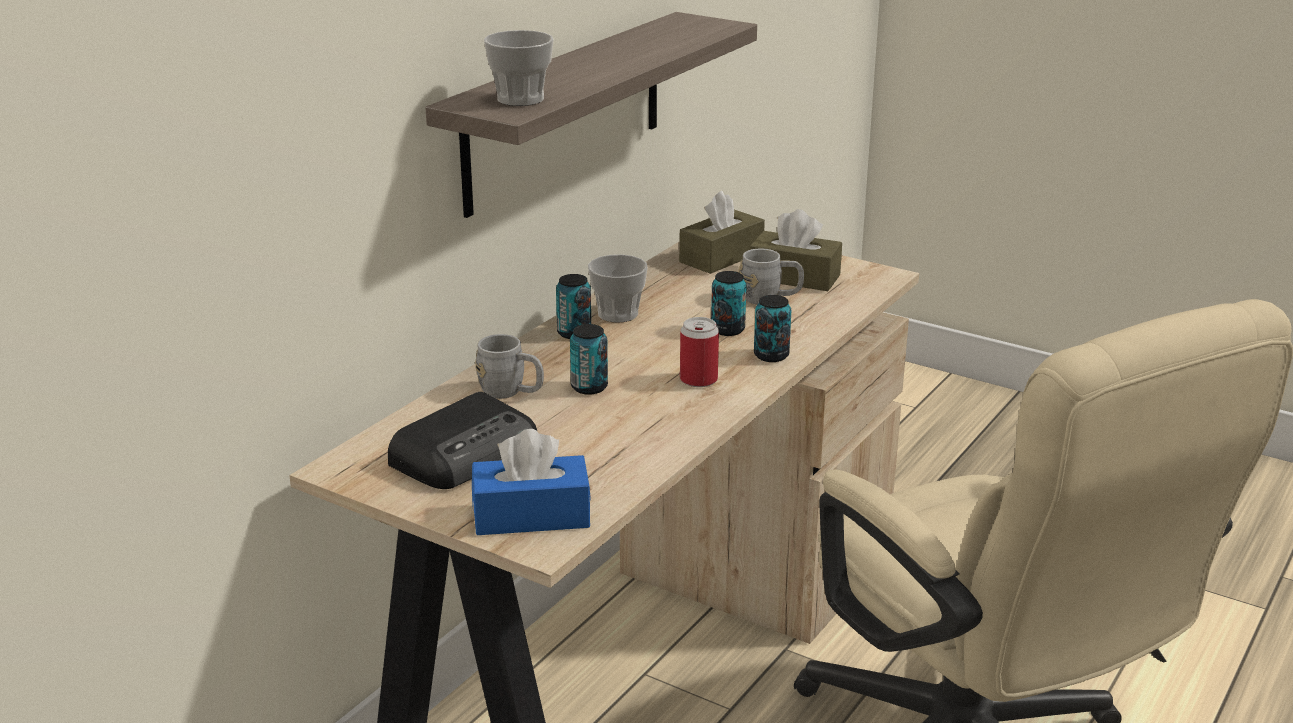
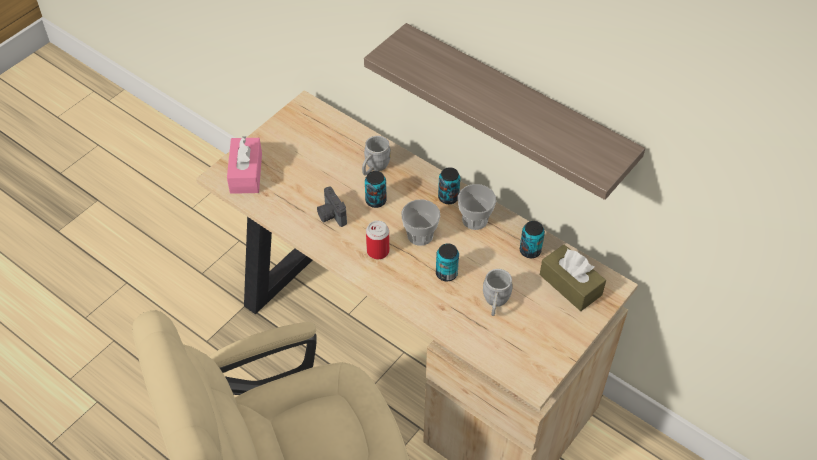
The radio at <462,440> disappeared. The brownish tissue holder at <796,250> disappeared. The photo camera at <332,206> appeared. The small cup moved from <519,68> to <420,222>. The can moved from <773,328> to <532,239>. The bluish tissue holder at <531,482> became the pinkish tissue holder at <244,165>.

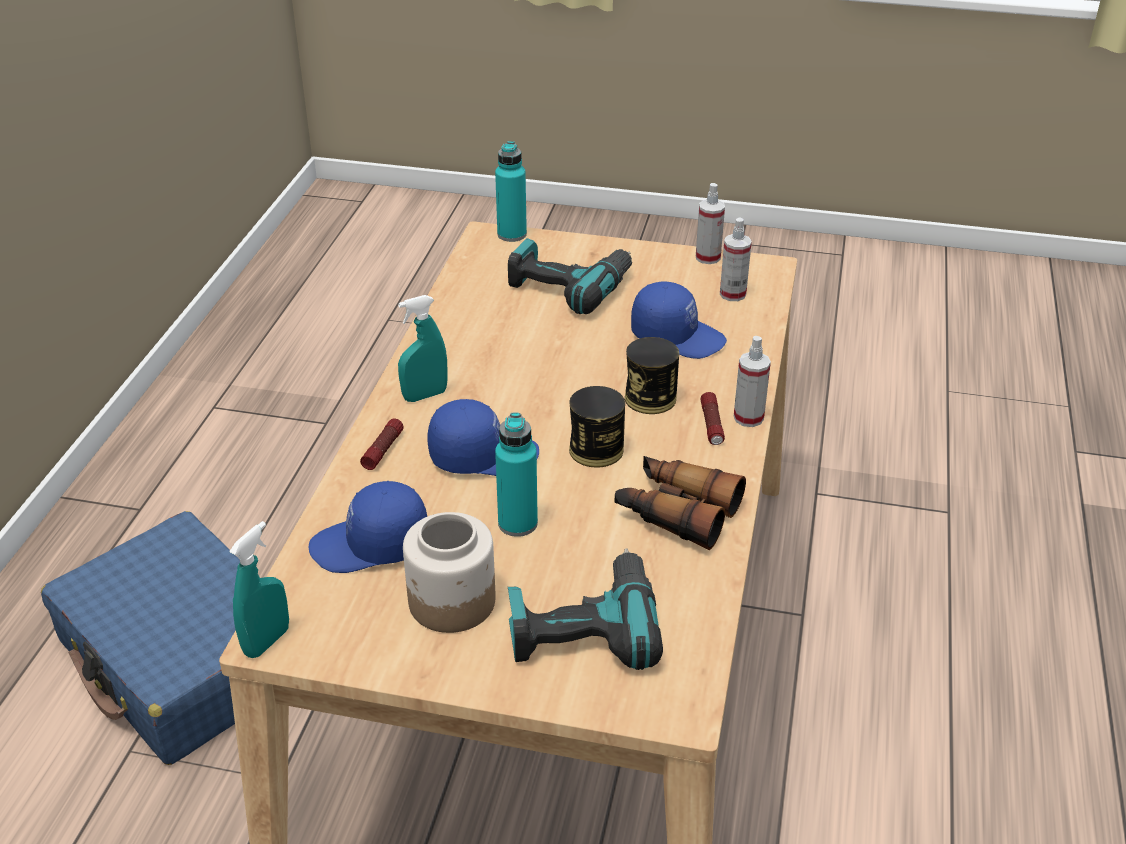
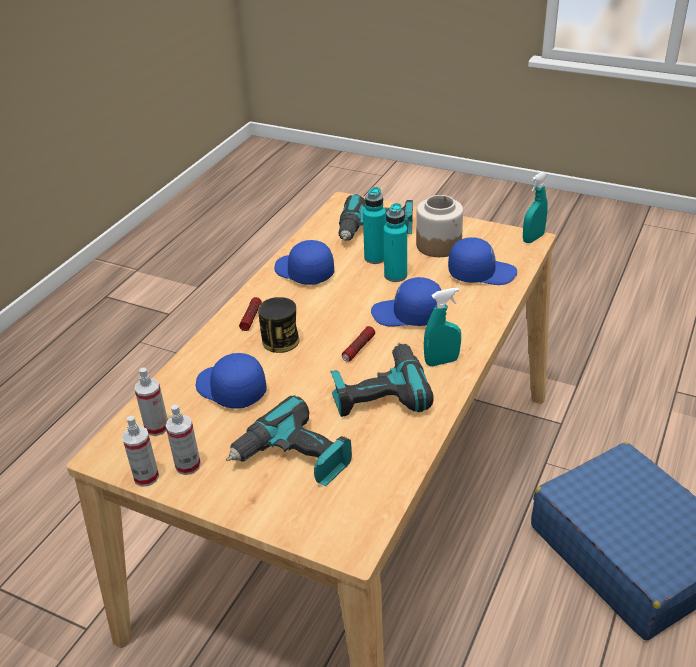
The can at <597,427> disappeared. The drill at <382,380> appeared. The hand torch moved from <381,444> to <358,344>. The blue-green drink bottle moved from <511,191> to <374,225>. The spray bottle moved from <752,381> to <183,439>. The field glasses at <680,503> was replaced by the bluish peaked cap at <304,262>.

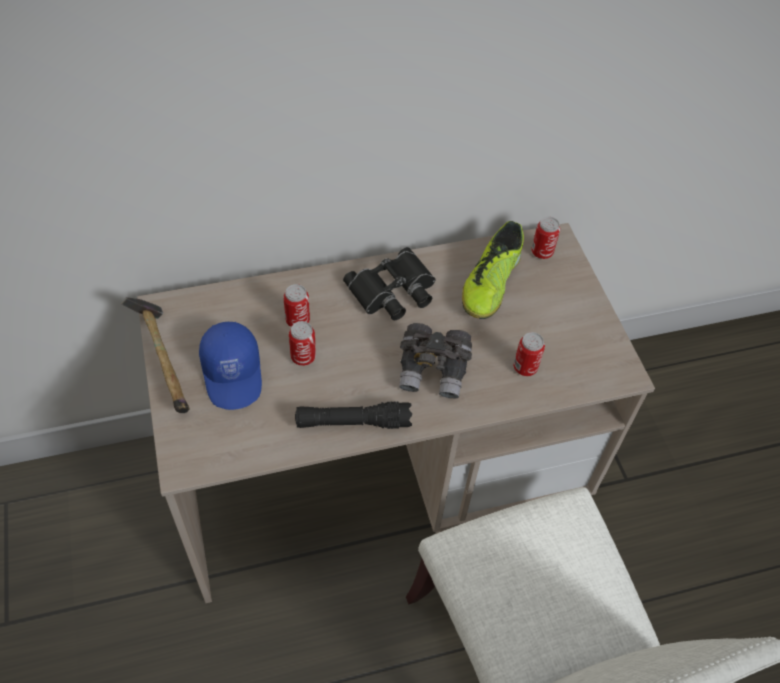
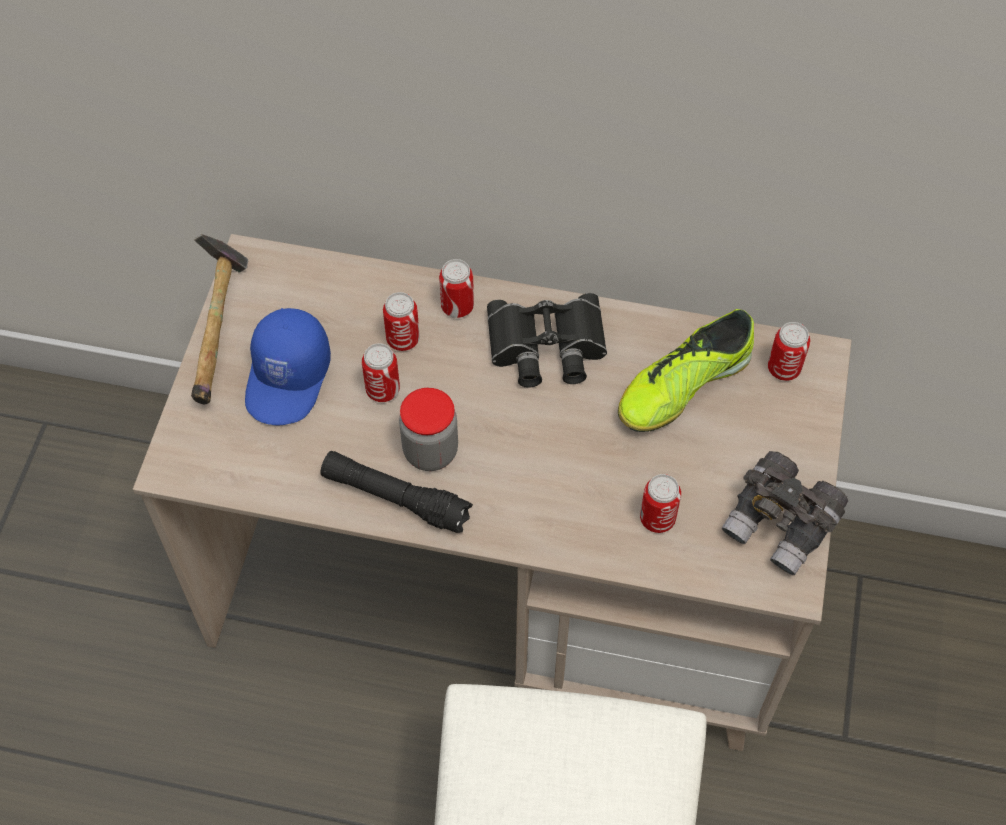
The storage jar at <428,429> appeared. The can at <456,288> appeared. The gray field glasses moved from <435,361> to <785,513>.

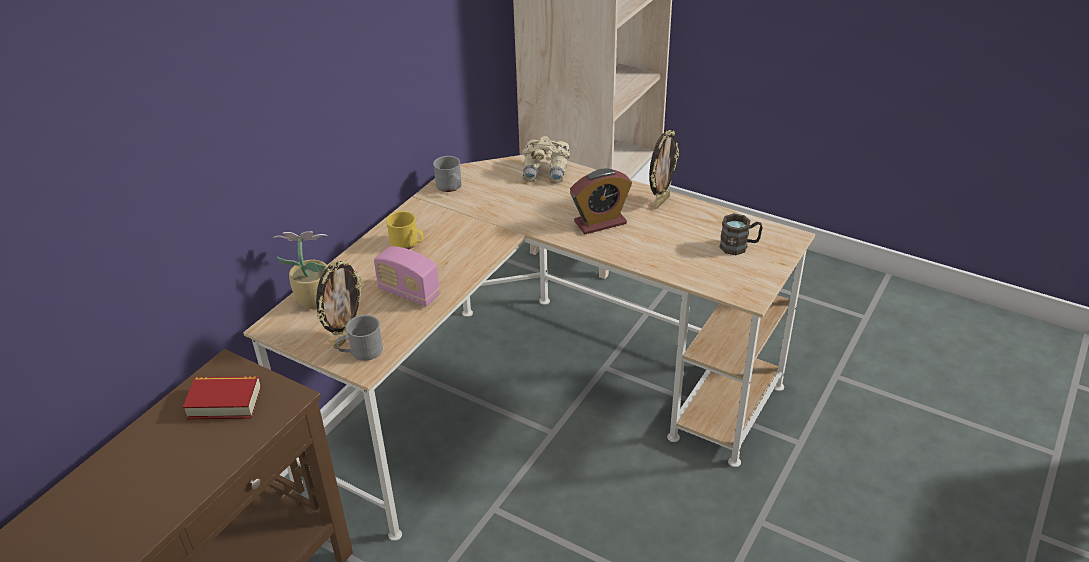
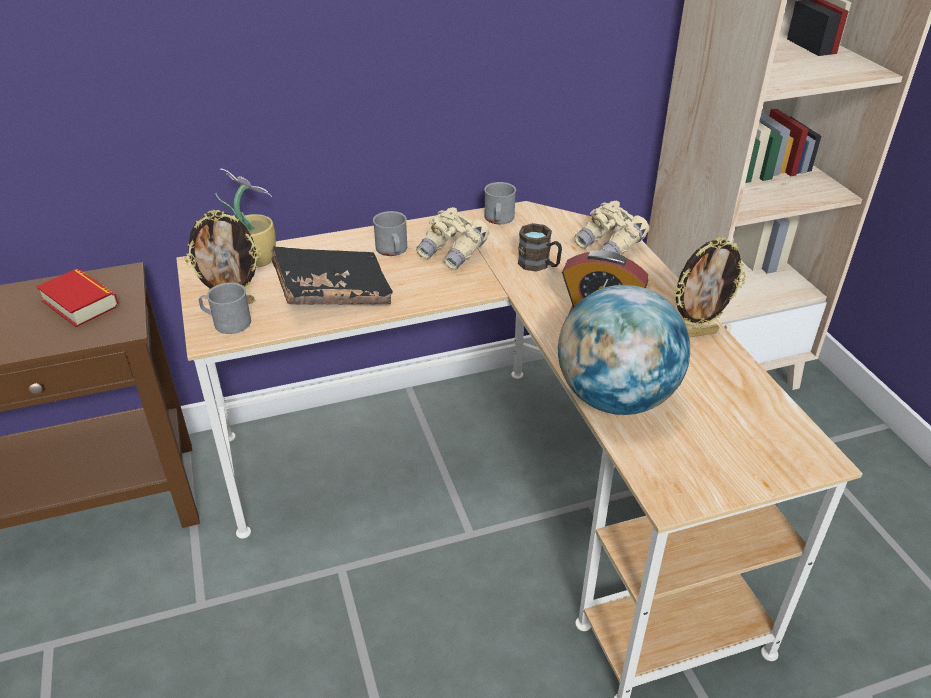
The beige-coloured field glasses at <452,238> appeared. The desk globe at <624,350> appeared. The brownish coffee mug moved from <741,234> to <540,247>. The radio at <407,276> was replaced by the black-coloured book at <332,275>. The yellow coffee mug at <405,230> became the gray coffee mug at <390,233>.

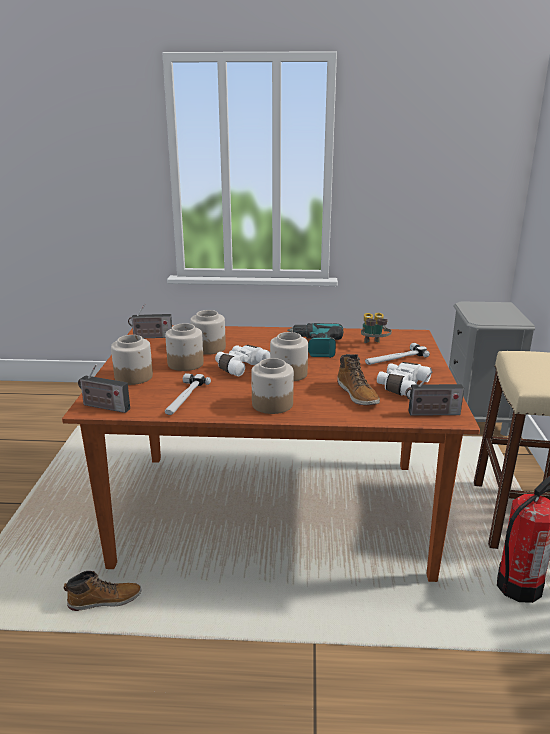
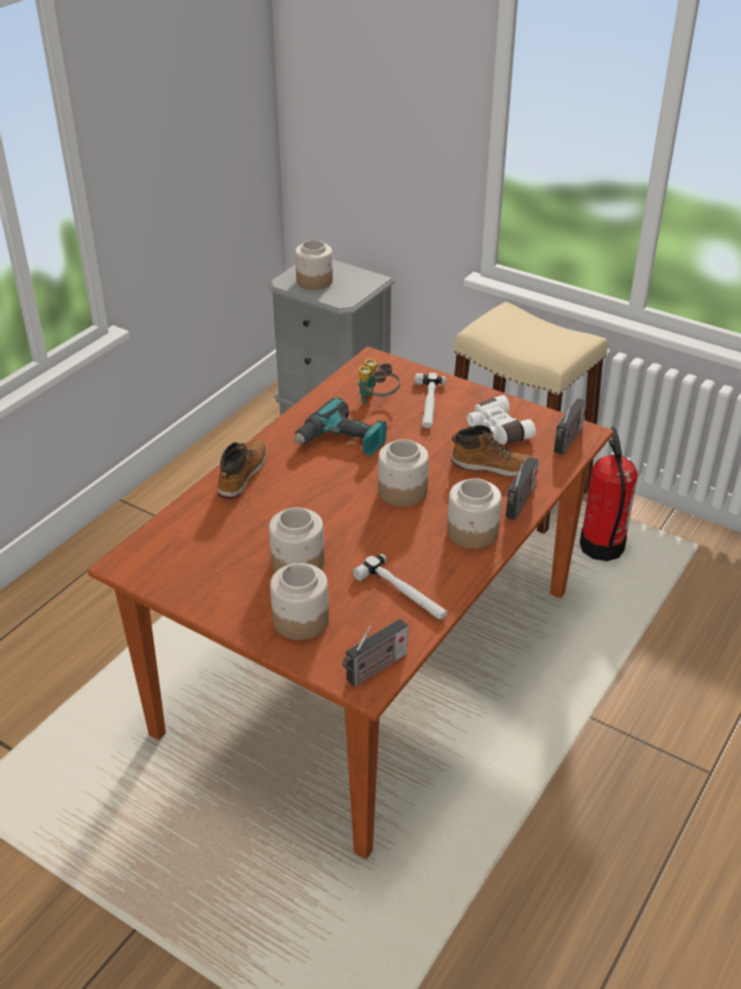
The white-coloured field glasses at <242,360> disappeared. The tall boot moved from <102,591> to <242,469>. The radio moved from <150,321> to <522,488>. The storage jar moved from <208,332> to <314,265>.

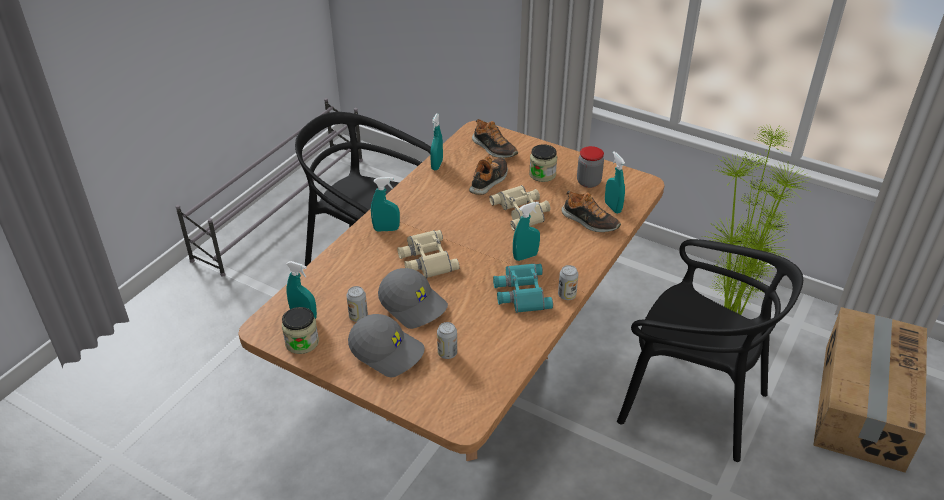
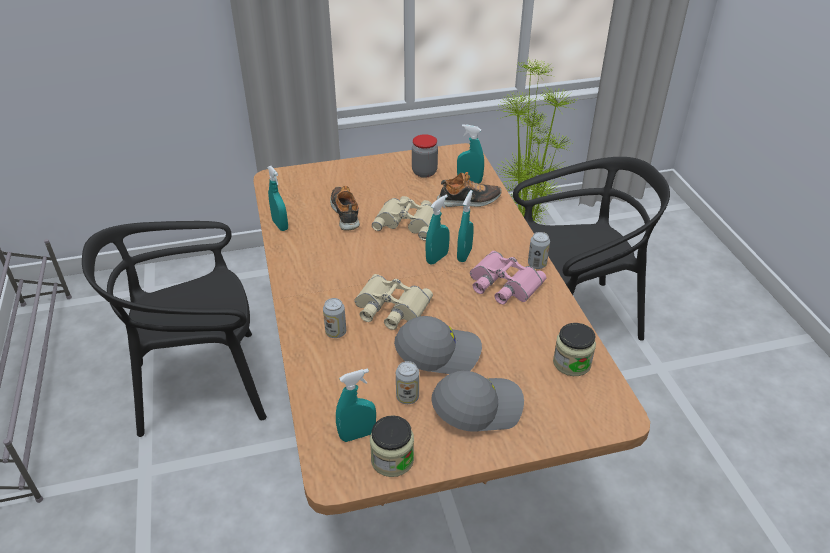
The low shoe at <495,138> disappeared. The packing box at <870,390> disappeared. The blue-green spray bottle moved from <385,204> to <437,230>. The can moved from <447,340> to <334,318>. The storage jar moved from <543,163> to <574,349>. The blue-green field glasses at <523,288> became the pinkish field glasses at <508,277>.

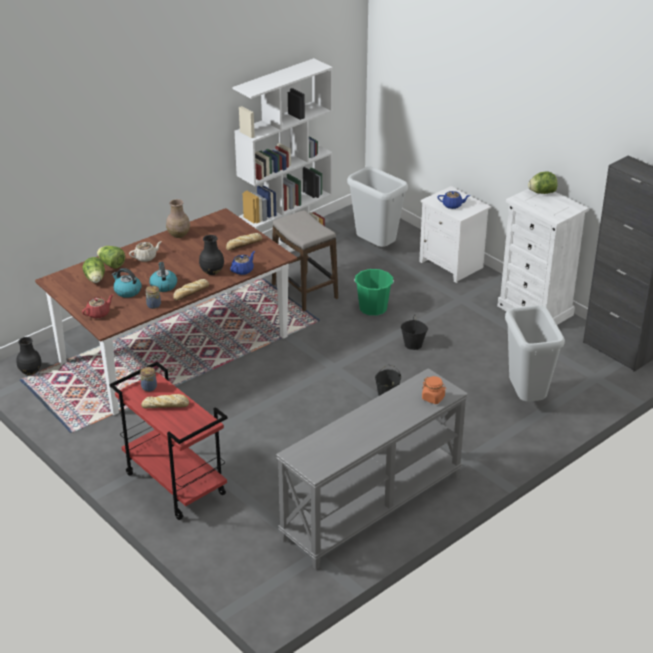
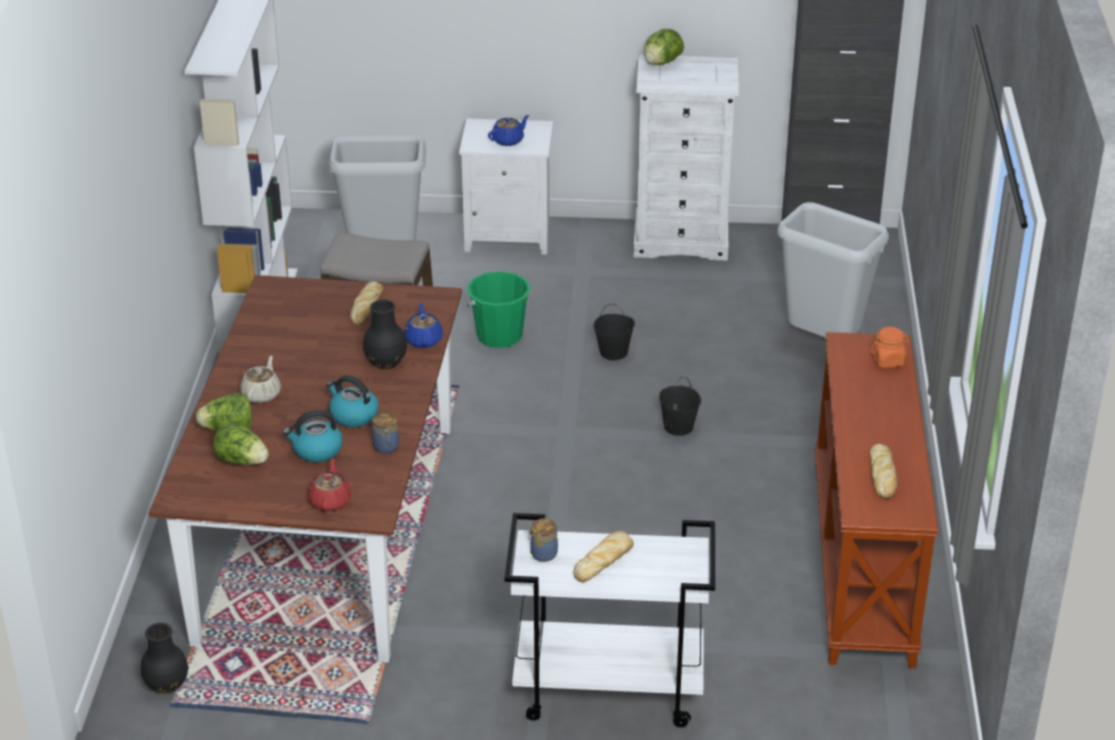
The brownish vase at <178,218> disappeared. The bread moved from <191,290> to <884,471>. The red cart at <168,441> became the white-coloured cart at <609,620>. The gray narrow table at <372,469> became the brownish narrow table at <876,500>.

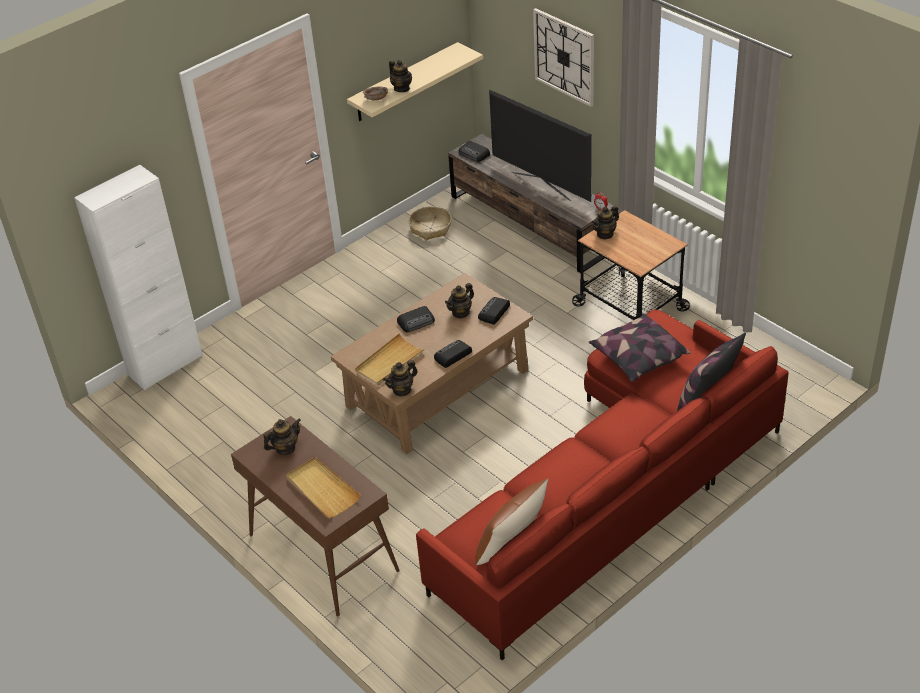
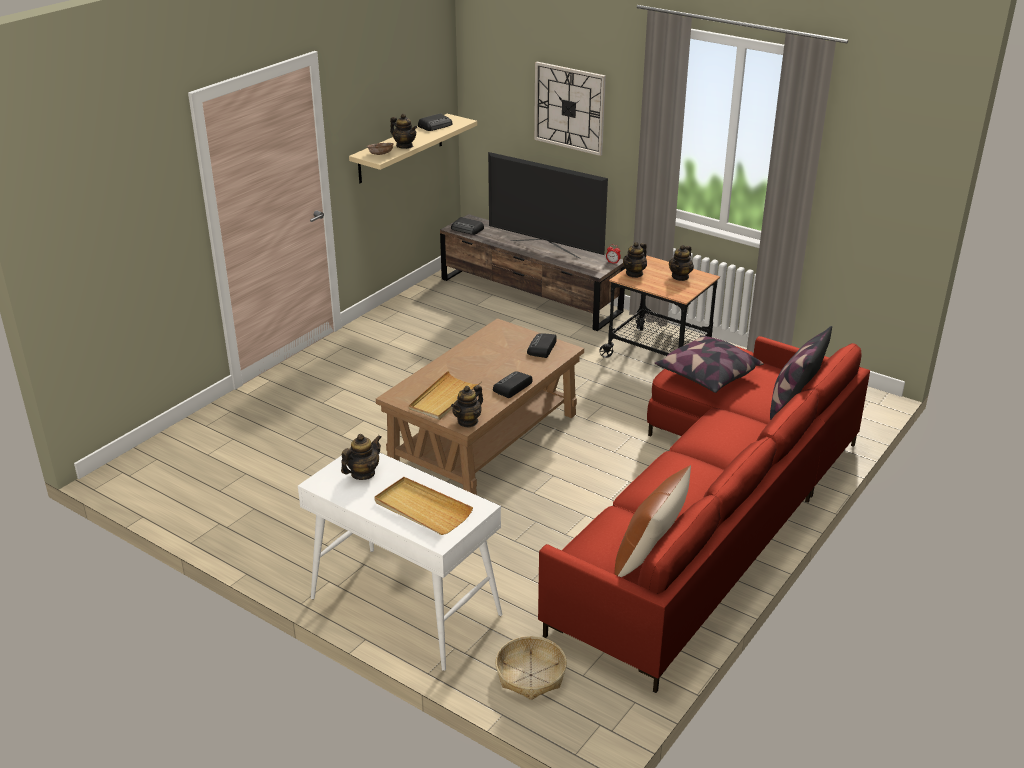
The white-coloured cabinet at <138,277> disappeared. The radio moved from <416,319> to <435,122>. The household basket moved from <430,223> to <531,668>. The pot for tea moved from <459,301> to <681,263>. The brownish narrow table at <315,516> became the white-coloured narrow table at <400,562>.

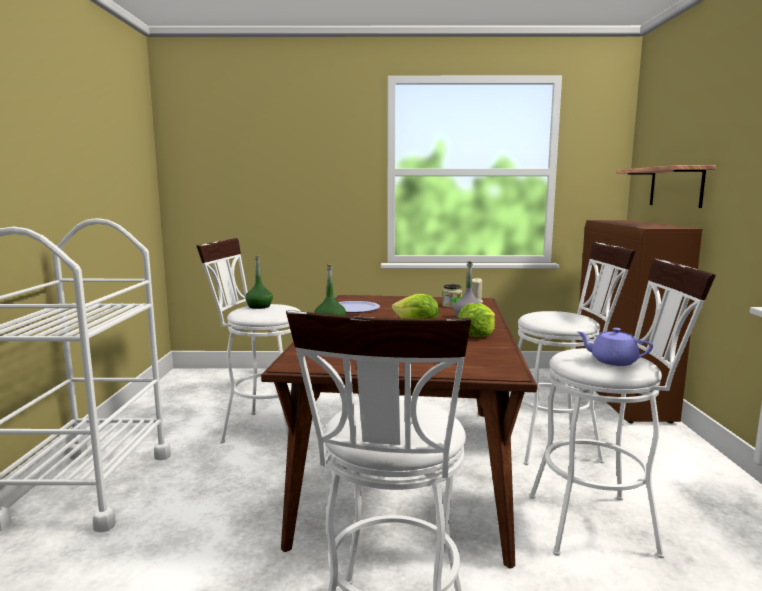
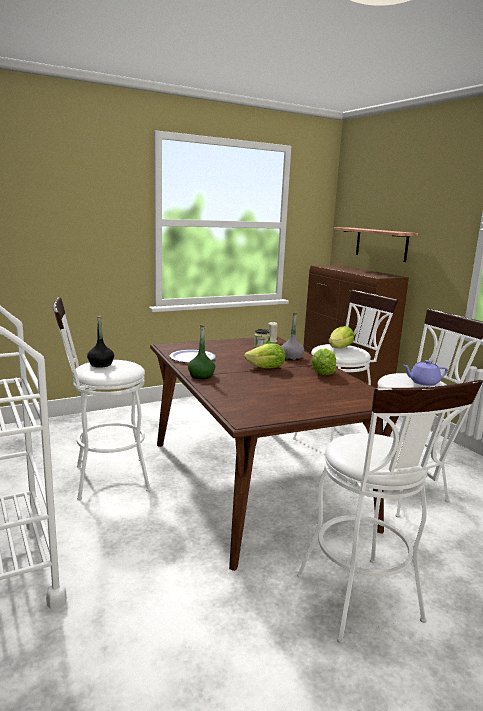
The lettuce at <341,337> appeared. The green drink bottle at <259,282> became the black-coloured drink bottle at <100,341>.

